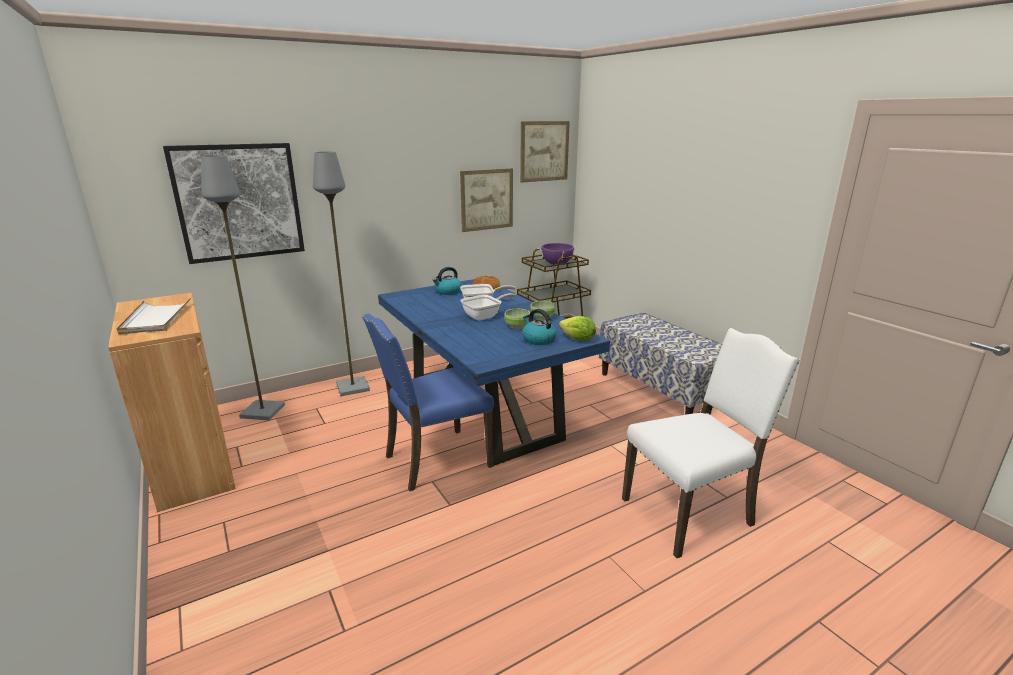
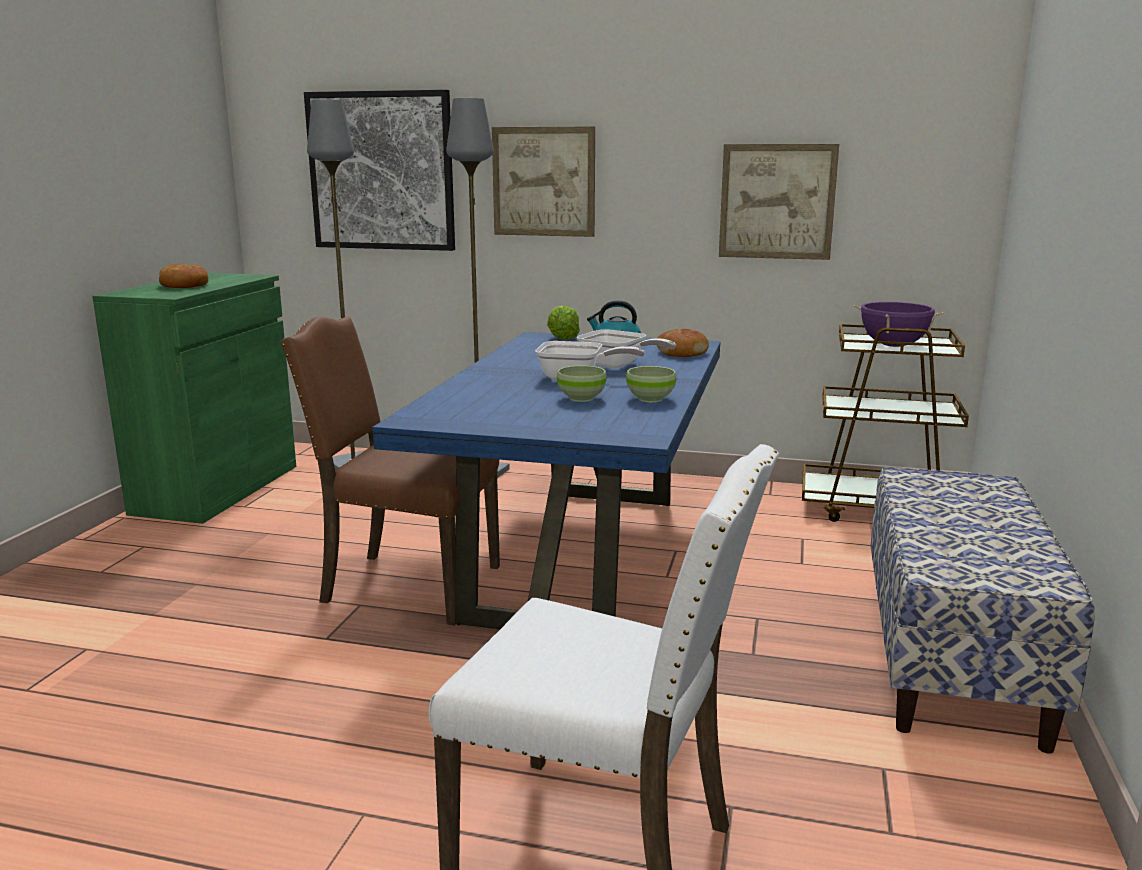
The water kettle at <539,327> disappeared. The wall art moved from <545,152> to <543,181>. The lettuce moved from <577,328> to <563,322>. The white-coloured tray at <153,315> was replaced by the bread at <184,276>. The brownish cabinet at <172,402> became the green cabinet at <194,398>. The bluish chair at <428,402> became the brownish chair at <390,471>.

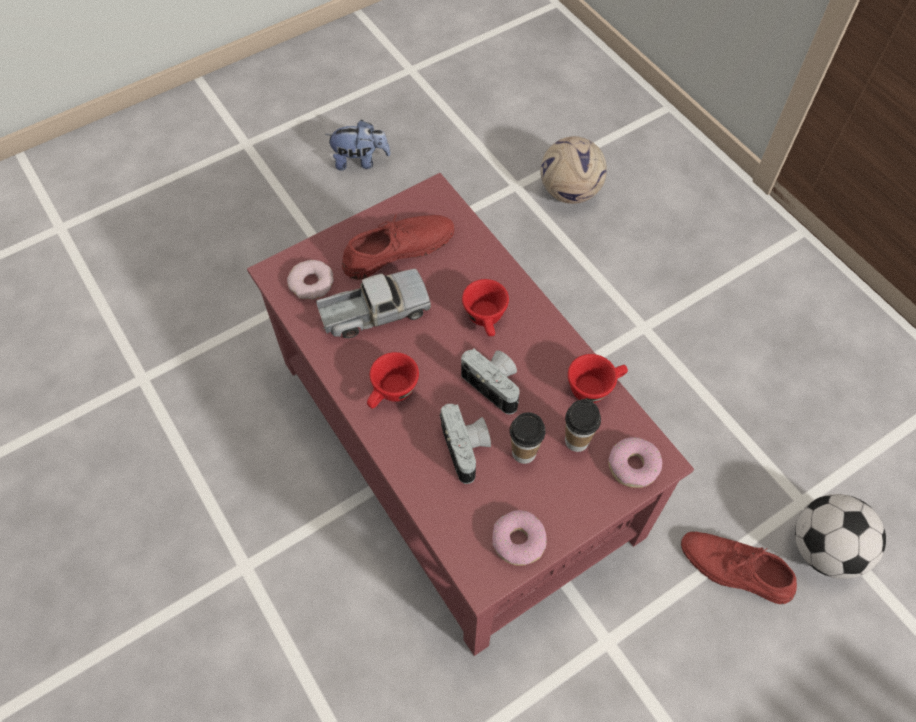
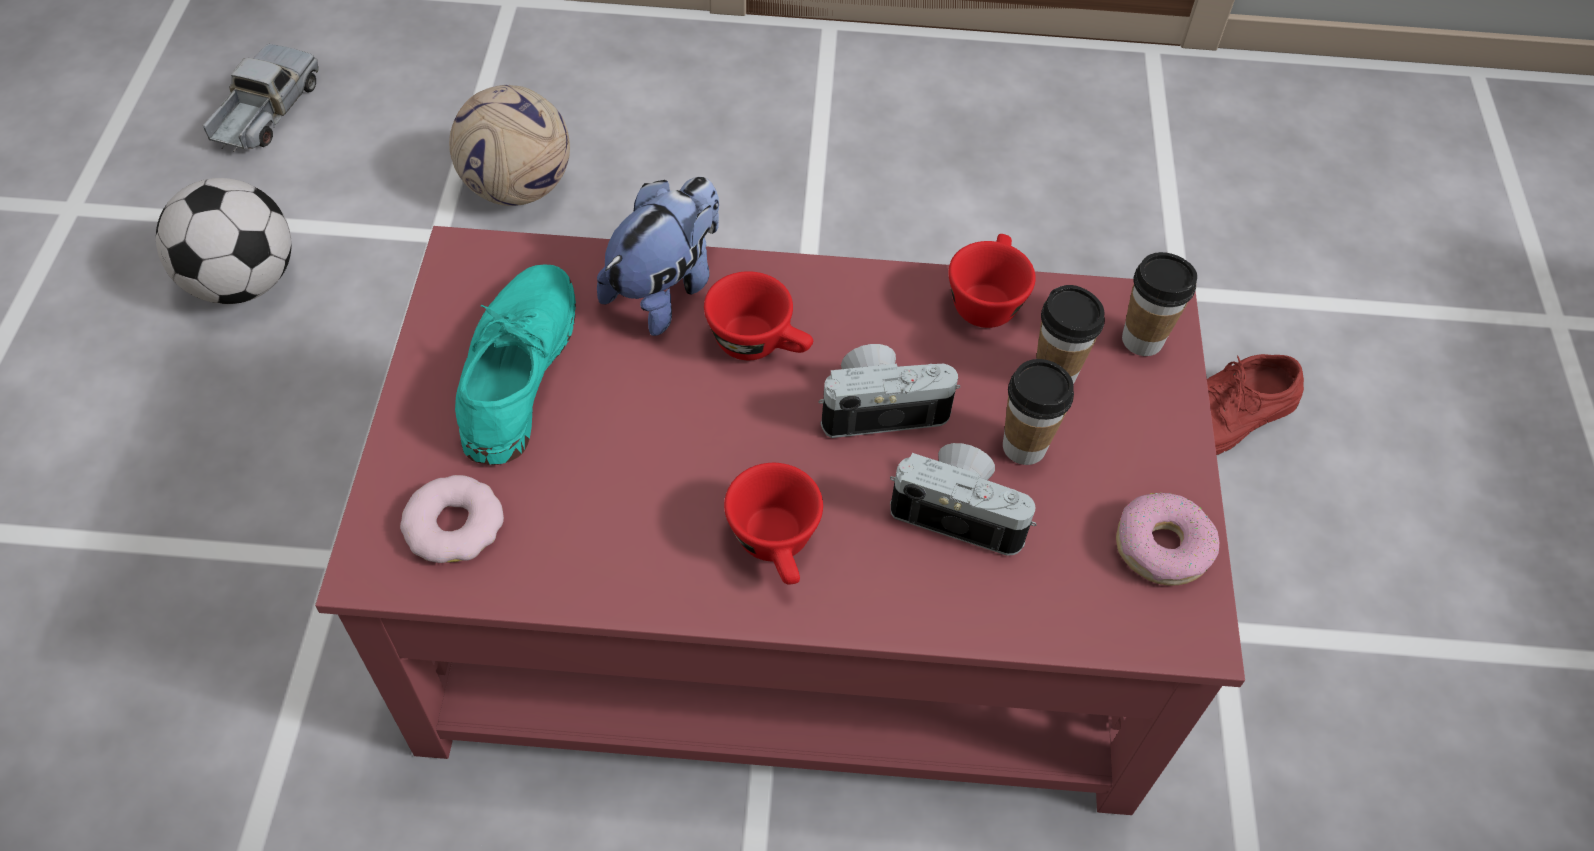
The model truck moved from <373,304> to <261,98>. The plush toy moved from <358,145> to <658,256>. The ball for football moved from <840,536> to <223,241>. The donut at <635,462> was replaced by the small cup at <1159,304>. The red low shoe at <398,246> became the blue-green low shoe at <515,364>.

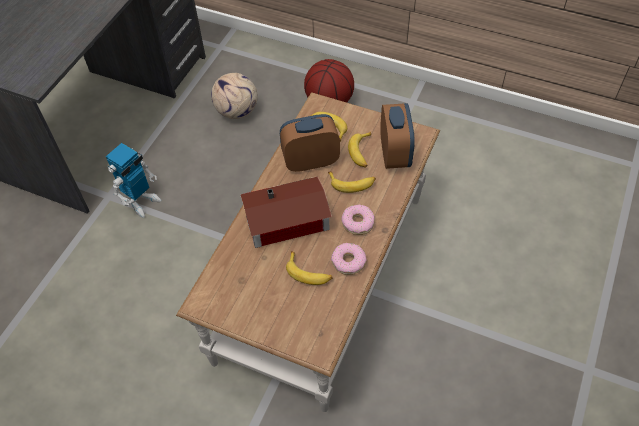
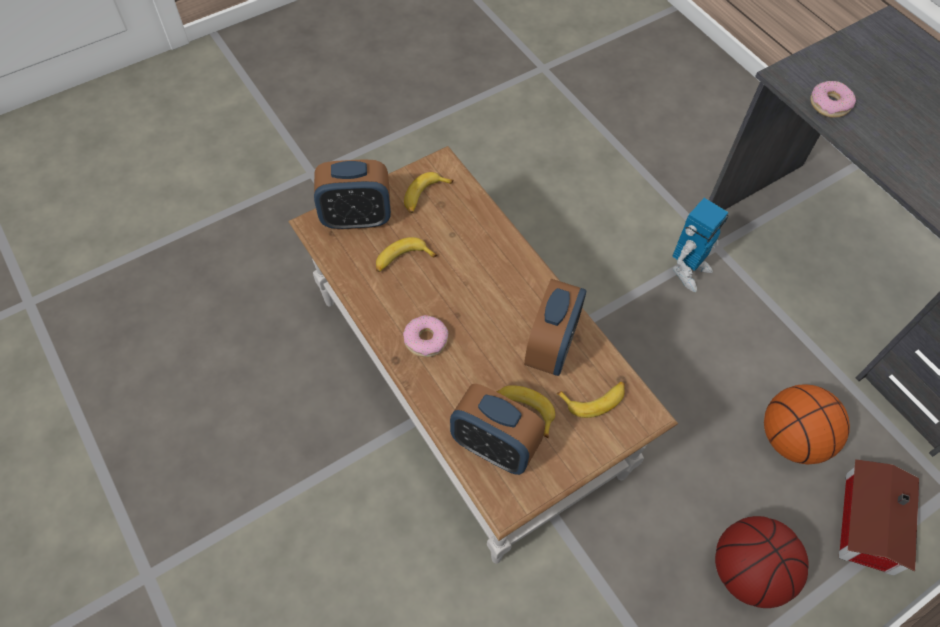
The bedside clock at <352,194> appeared. The toy house moved from <286,212> to <879,517>. The banana fruit moved from <352,182> to <429,192>. The donut moved from <349,259> to <833,99>. The ball for football at <234,96> was replaced by the basketball at <807,424>. The toy robot at <134,180> turned 120 degrees counterclockwise.

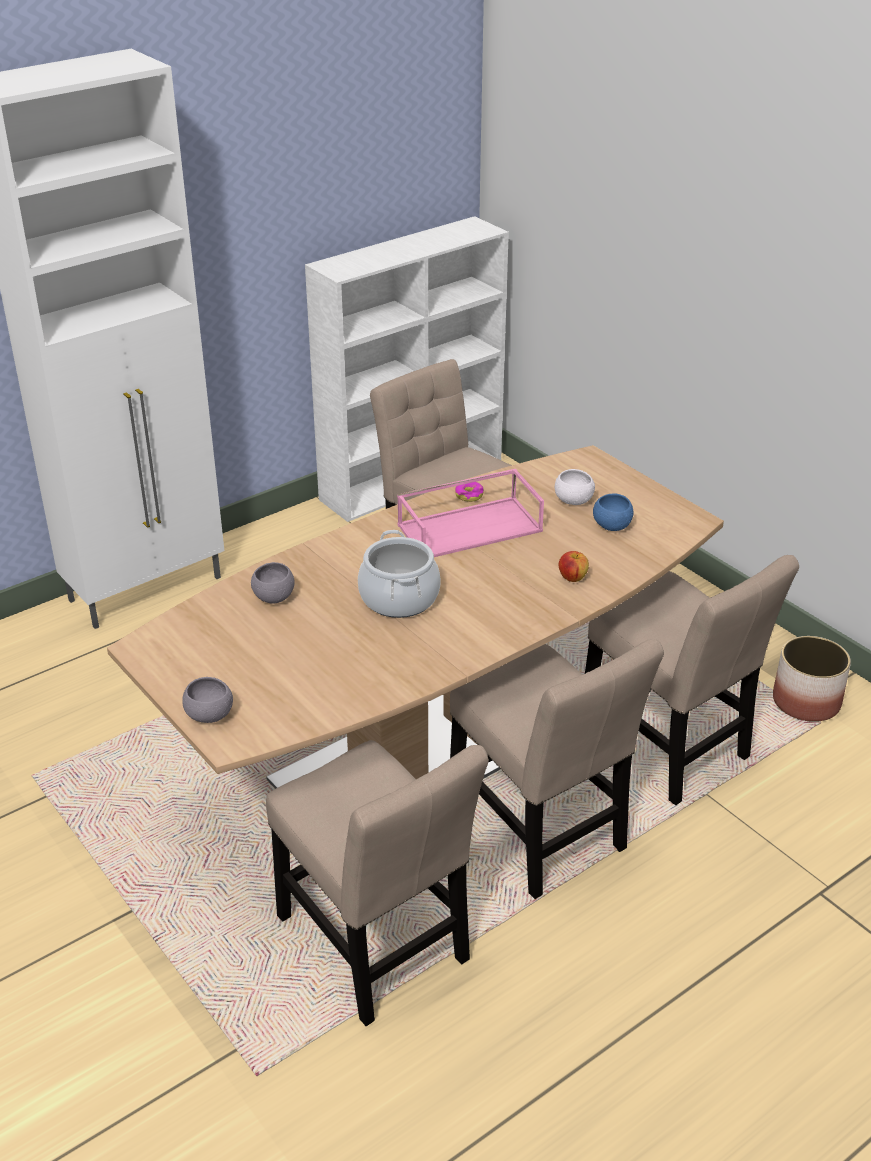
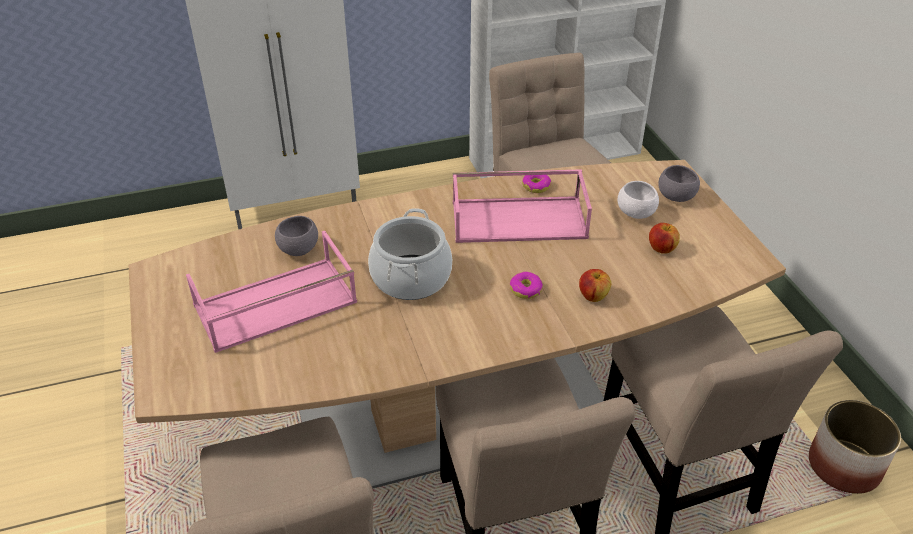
The pinkish tray at <271,292> appeared. The donut at <526,285> appeared. The gray bowl moved from <207,700> to <679,183>. The bluish bowl at <613,512> was replaced by the apple at <664,238>.

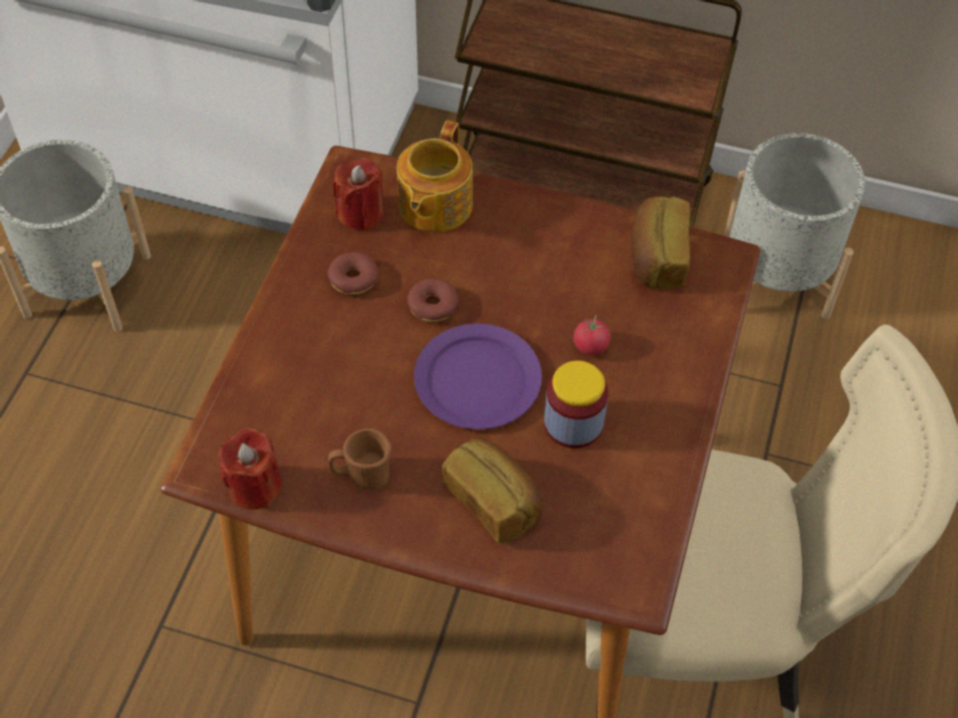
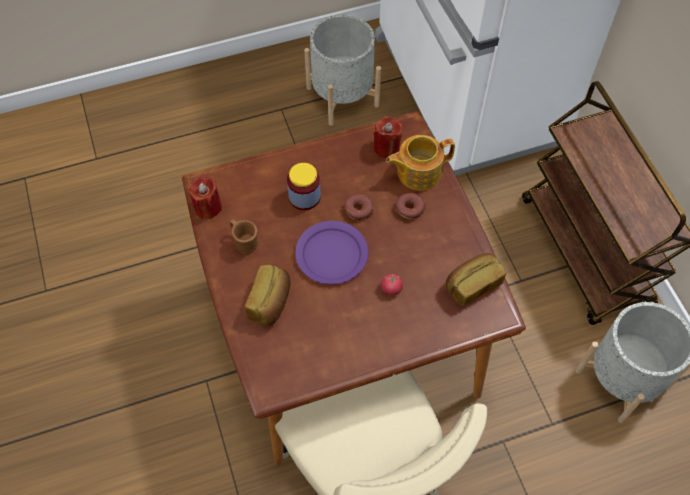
The donut moved from <352,273> to <410,206>. The storage jar moved from <576,404> to <304,186>.

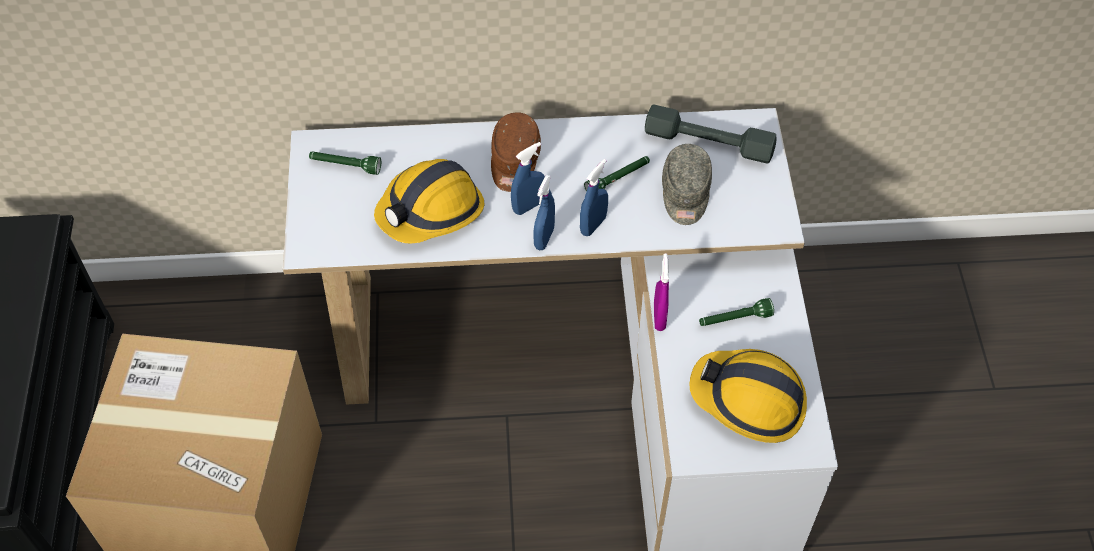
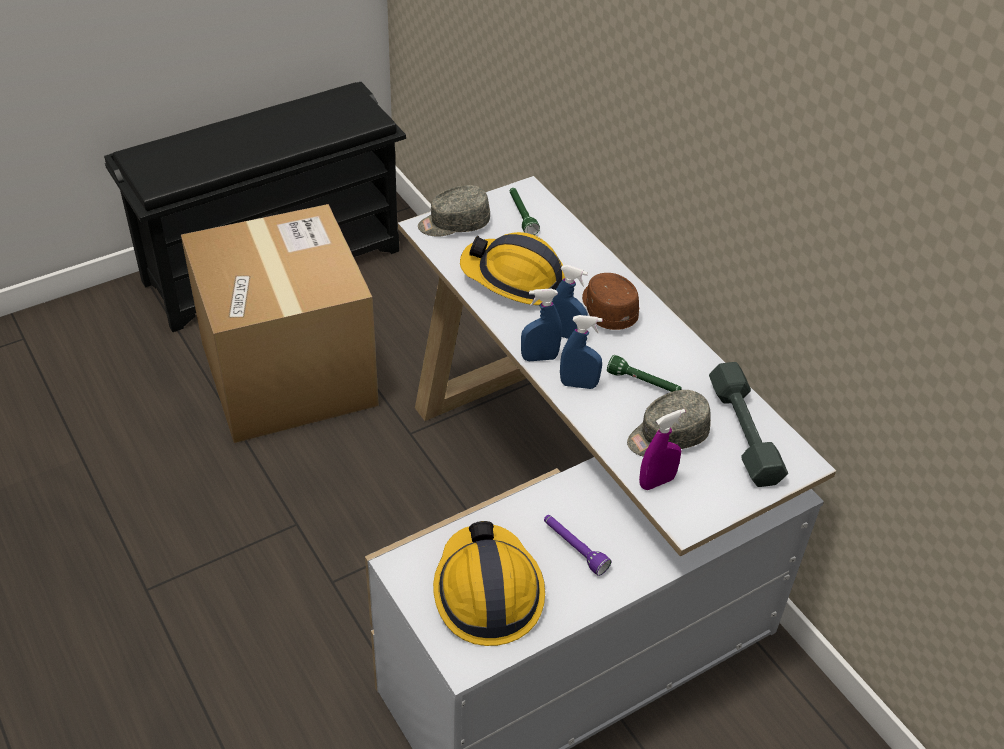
The gray peaked cap at <454,211> appeared. The purple spray bottle moved from <661,292> to <662,449>. The green hand torch at <736,312> became the purple hand torch at <577,545>. The brownish peaked cap at <516,152> turned 90 degrees clockwise.

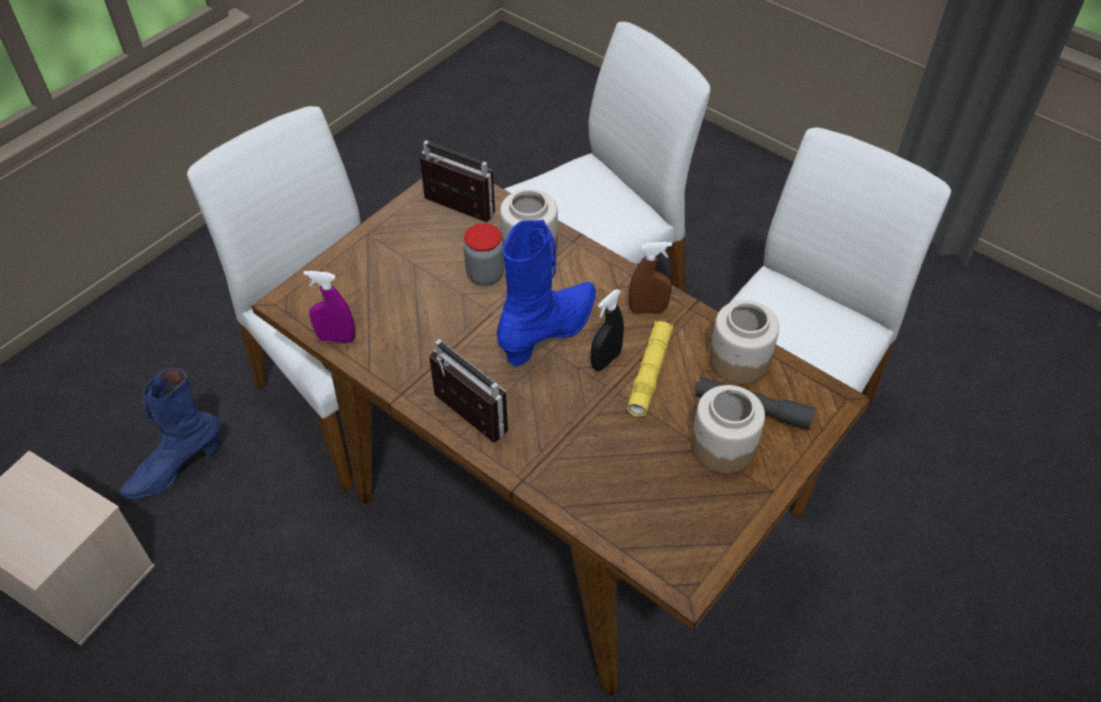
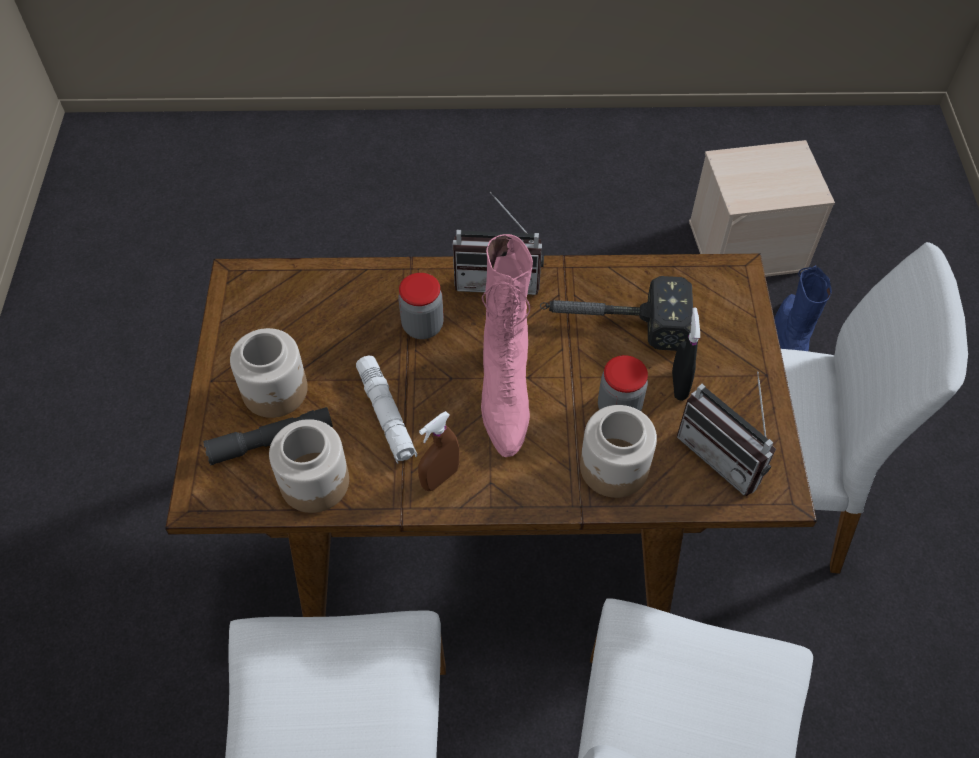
The purple spray bottle at <329,307> disappeared. The storage jar at <421,306> appeared. The hammer at <616,313> appeared. The black-coloured spray bottle moved from <607,330> to <686,354>. The bluish tall boot at <546,292> became the pinkish tall boot at <507,345>. The yellow hand torch at <650,368> became the white-coloured hand torch at <386,410>. The radio at <457,181> turned 60 degrees clockwise.

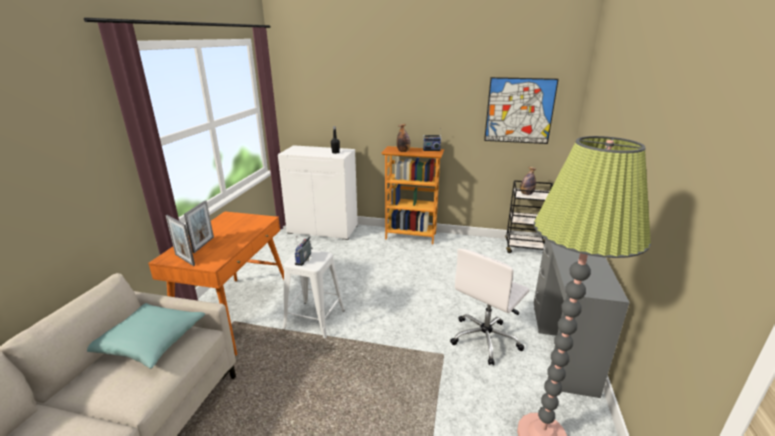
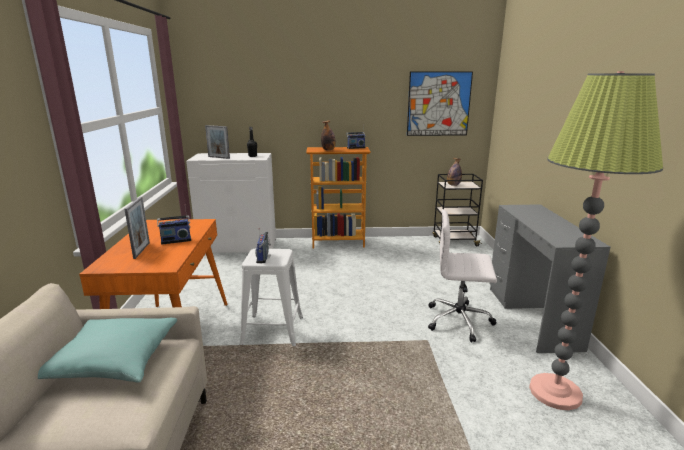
The radio at <174,224> appeared. The standing frame moved from <180,240> to <217,142>. The white-coloured office chair at <490,307> turned 75 degrees clockwise.

